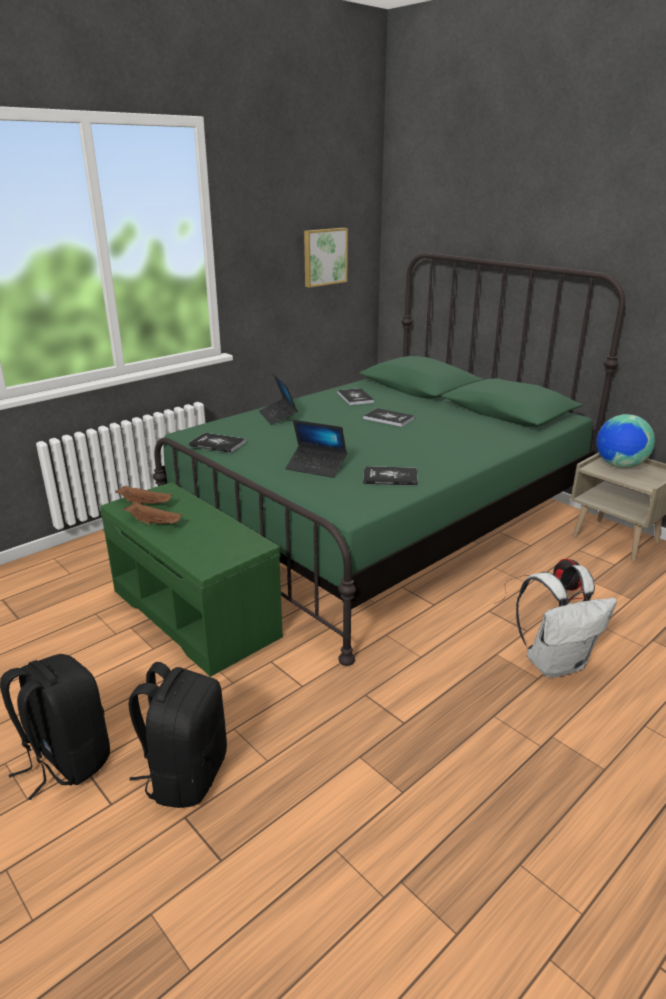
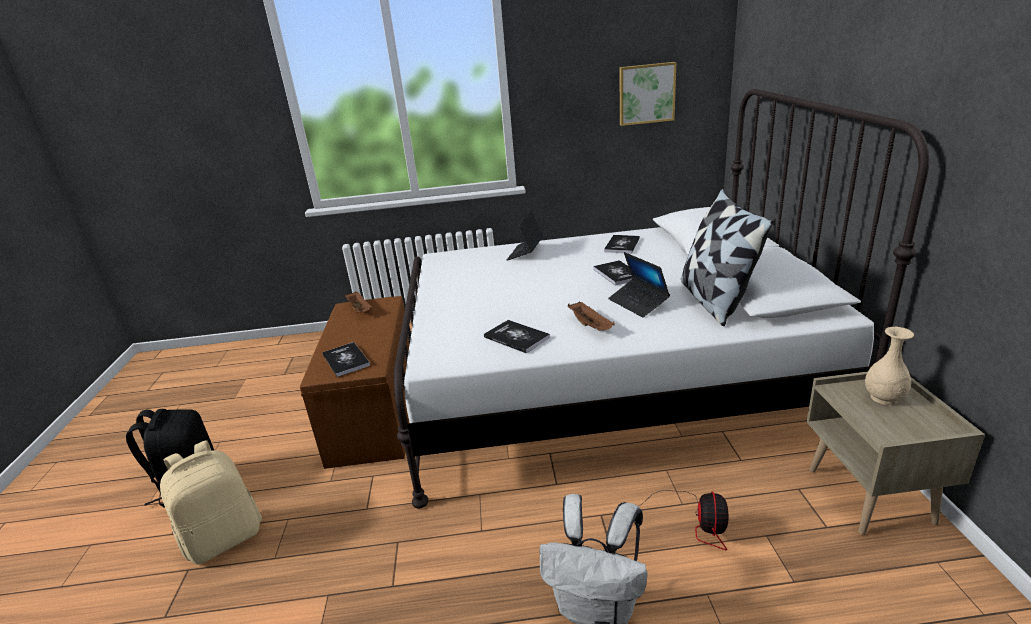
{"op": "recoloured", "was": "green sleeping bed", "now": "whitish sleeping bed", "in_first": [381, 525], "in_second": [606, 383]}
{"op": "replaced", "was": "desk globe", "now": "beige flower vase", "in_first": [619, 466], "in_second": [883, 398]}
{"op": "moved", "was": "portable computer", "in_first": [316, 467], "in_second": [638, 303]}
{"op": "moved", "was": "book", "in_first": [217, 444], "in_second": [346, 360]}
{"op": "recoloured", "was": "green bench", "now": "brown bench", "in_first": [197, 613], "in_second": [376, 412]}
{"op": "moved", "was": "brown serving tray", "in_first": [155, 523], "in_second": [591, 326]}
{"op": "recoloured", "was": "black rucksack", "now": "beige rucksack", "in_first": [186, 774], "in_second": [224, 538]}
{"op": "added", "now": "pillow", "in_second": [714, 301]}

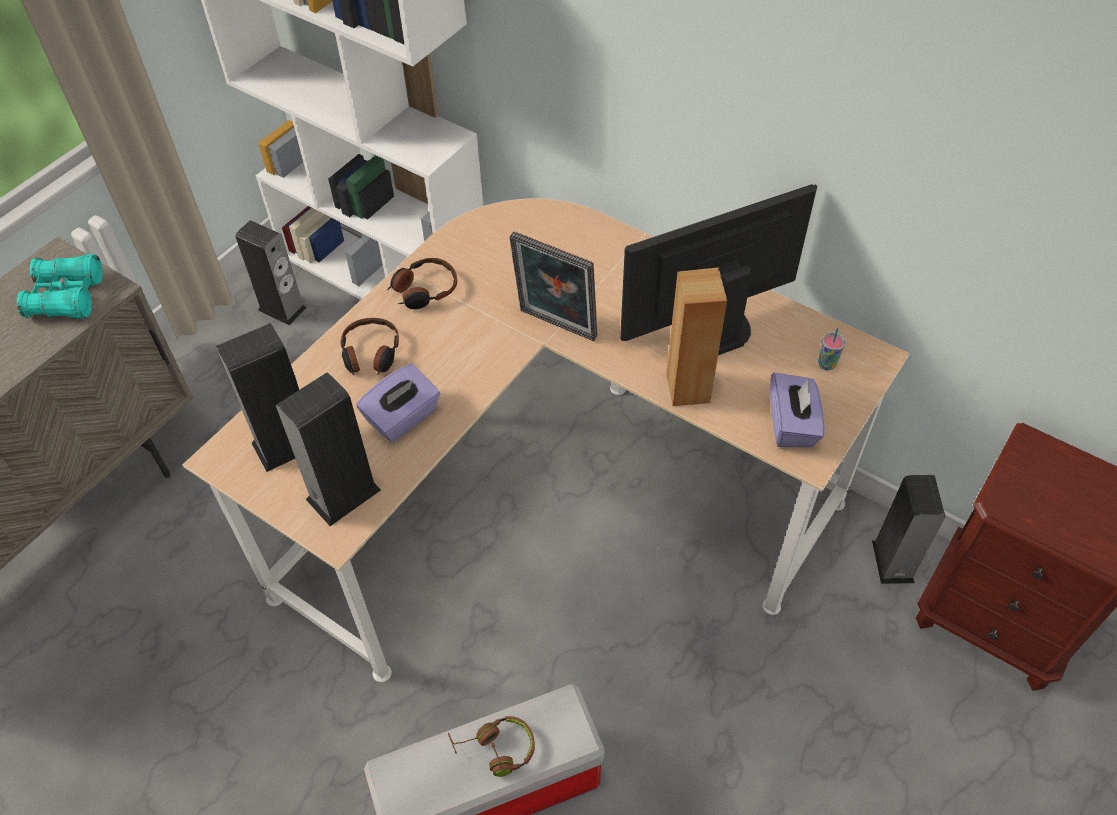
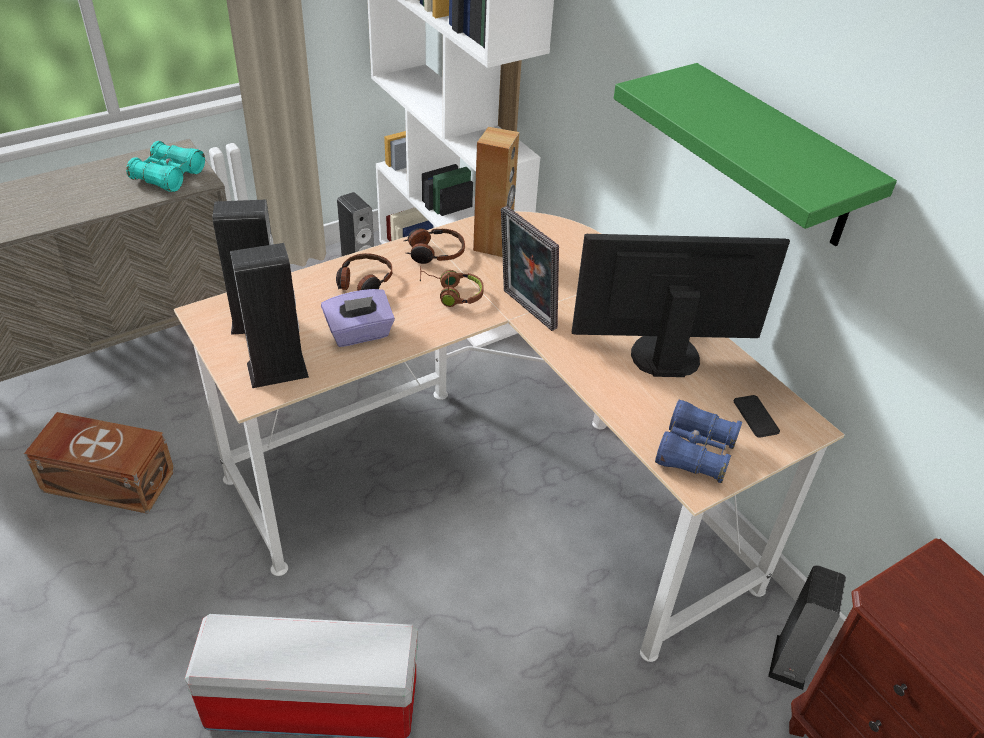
{"op": "moved", "was": "brown speaker", "in_first": [688, 388], "in_second": [493, 244]}
{"op": "replaced", "was": "small cup", "now": "phone", "in_first": [826, 364], "in_second": [756, 416]}
{"op": "replaced", "was": "purplish tissue holder", "now": "bluish field glasses", "in_first": [792, 424], "in_second": [695, 452]}
{"op": "moved", "was": "brown headphones", "in_first": [495, 749], "in_second": [451, 293]}
{"op": "added", "now": "green shelf", "in_second": [776, 157]}
{"op": "added", "now": "brown storage bin", "in_second": [108, 479]}

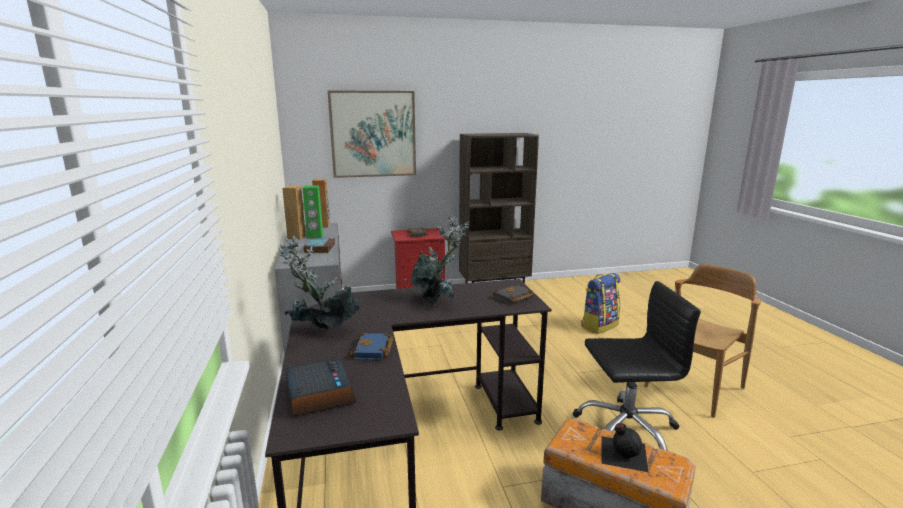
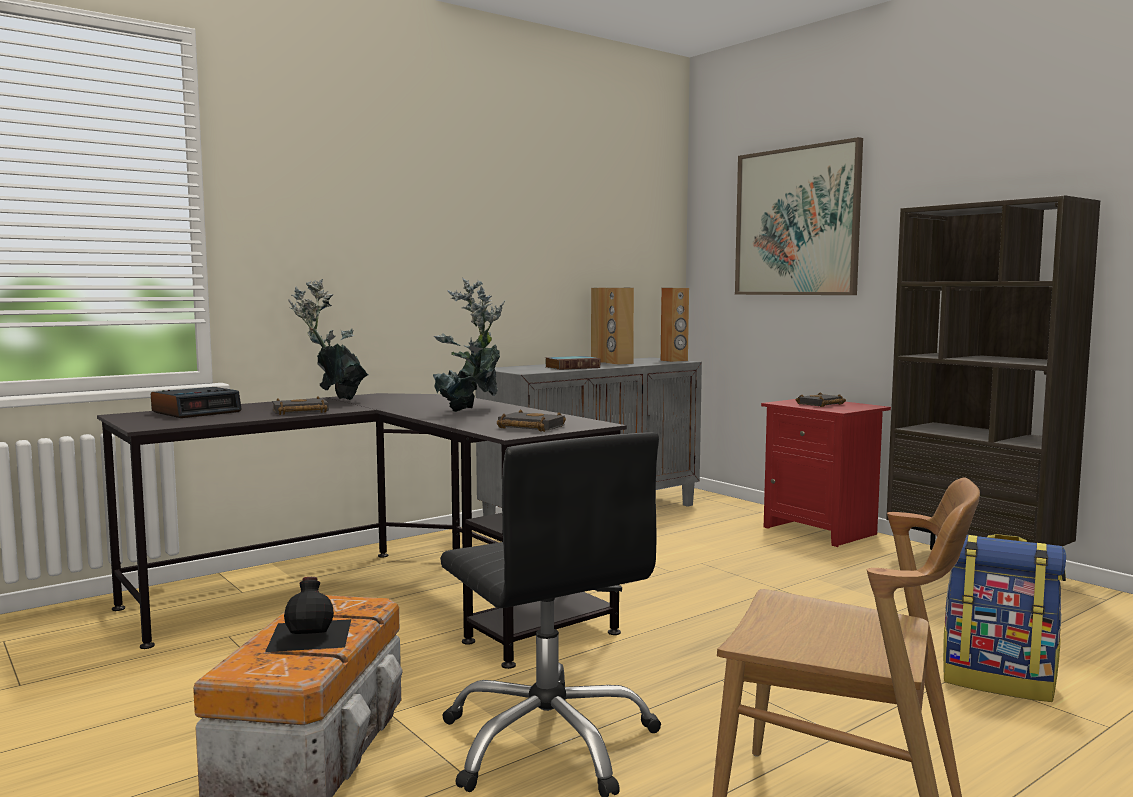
{"op": "recoloured", "was": "green speaker", "now": "brown speaker", "in_first": [315, 236], "in_second": [619, 363]}
{"op": "recoloured", "was": "bluish book", "now": "black book", "in_first": [373, 350], "in_second": [299, 412]}

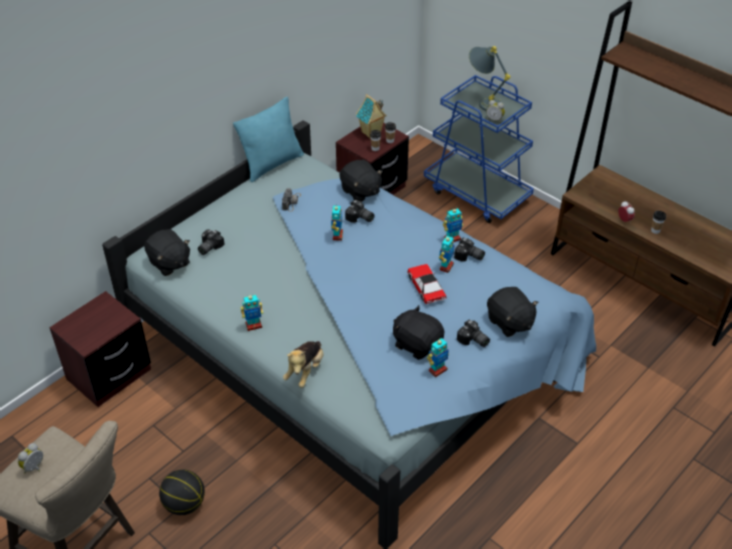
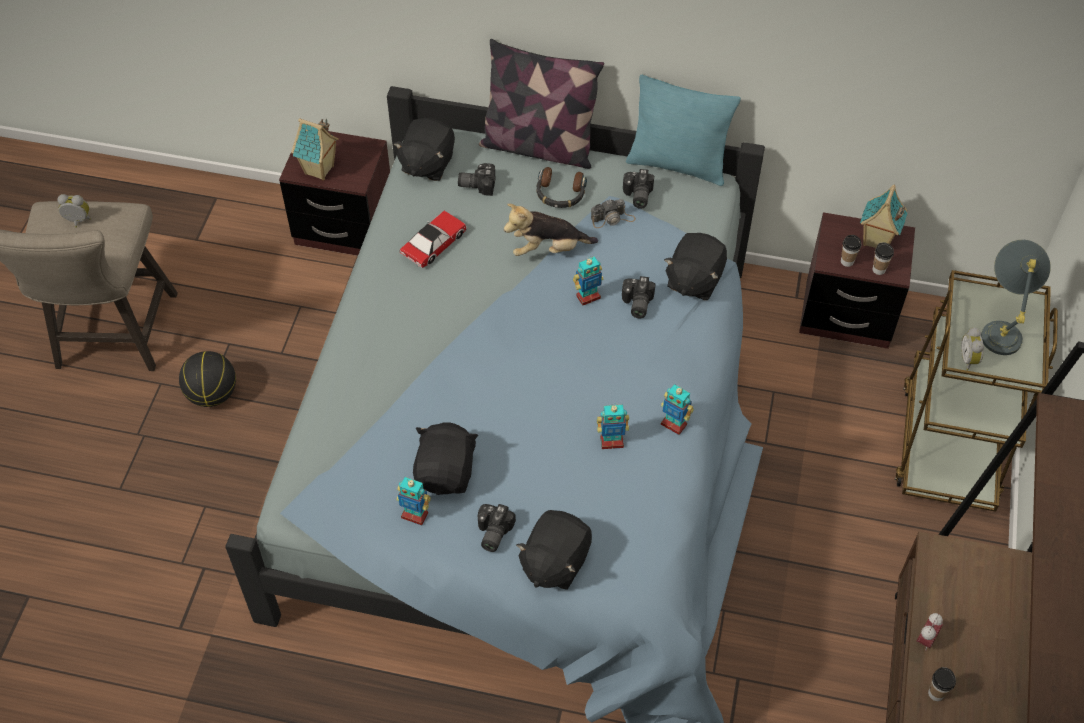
{"op": "recoloured", "was": "bluish wheeled cart", "now": "brown wheeled cart", "in_first": [477, 193], "in_second": [949, 442]}
{"op": "moved", "was": "still camera", "in_first": [469, 257], "in_second": [636, 196]}
{"op": "moved", "was": "model car", "in_first": [426, 287], "in_second": [434, 244]}
{"op": "removed", "was": "toy robot", "in_first": [253, 325]}
{"op": "moved", "was": "soft toy", "in_first": [305, 371], "in_second": [548, 249]}
{"op": "added", "now": "pillow", "in_second": [538, 146]}
{"op": "added", "now": "model house", "in_second": [320, 170]}
{"op": "added", "now": "headphones", "in_second": [560, 193]}

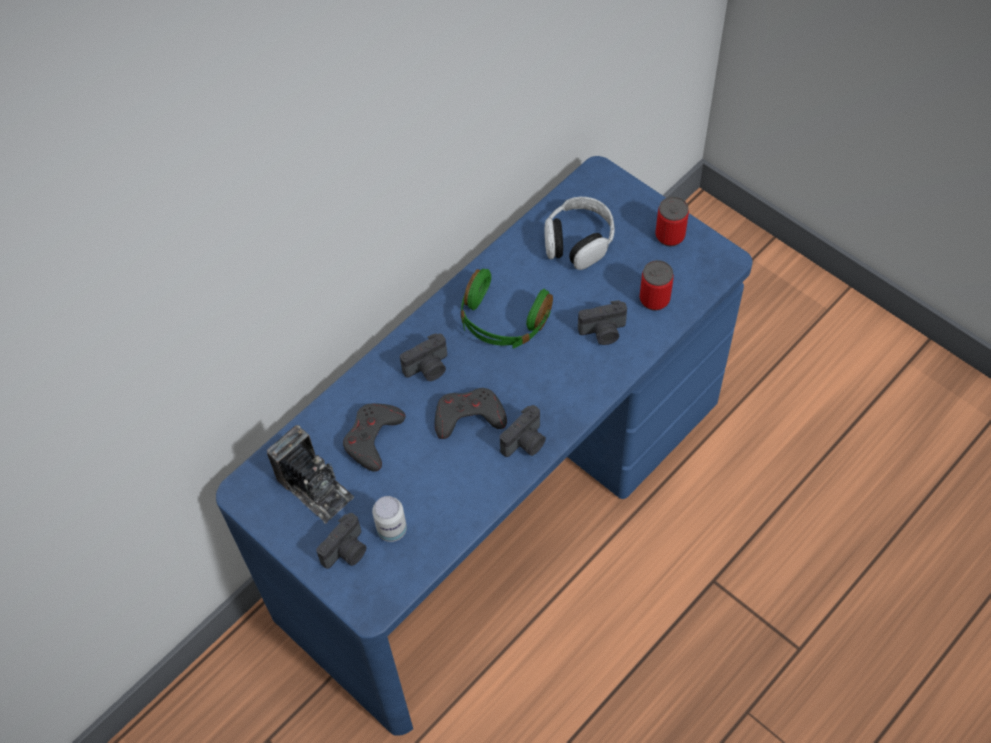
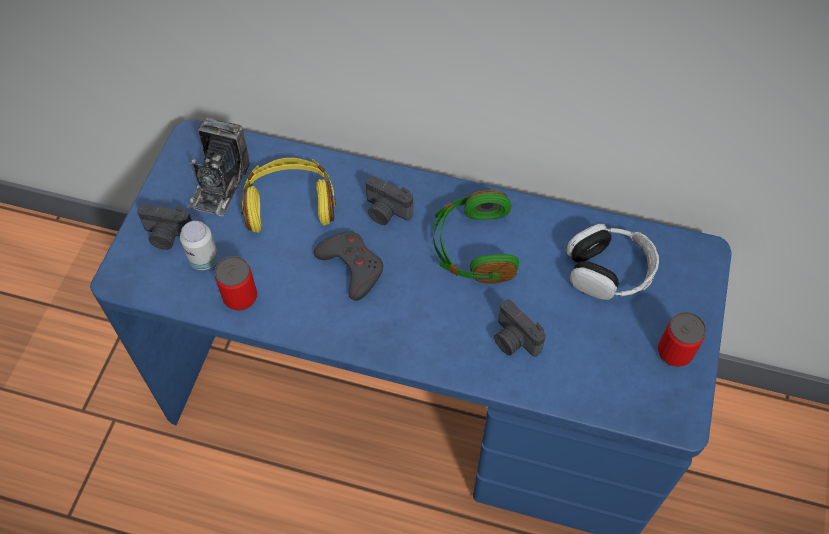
{"op": "moved", "was": "sealed can", "in_first": [654, 299], "in_second": [240, 297]}
{"op": "replaced", "was": "grey gamepad", "now": "yellow headphones", "in_first": [373, 438], "in_second": [290, 203]}
{"op": "removed", "was": "still camera", "in_first": [525, 443]}

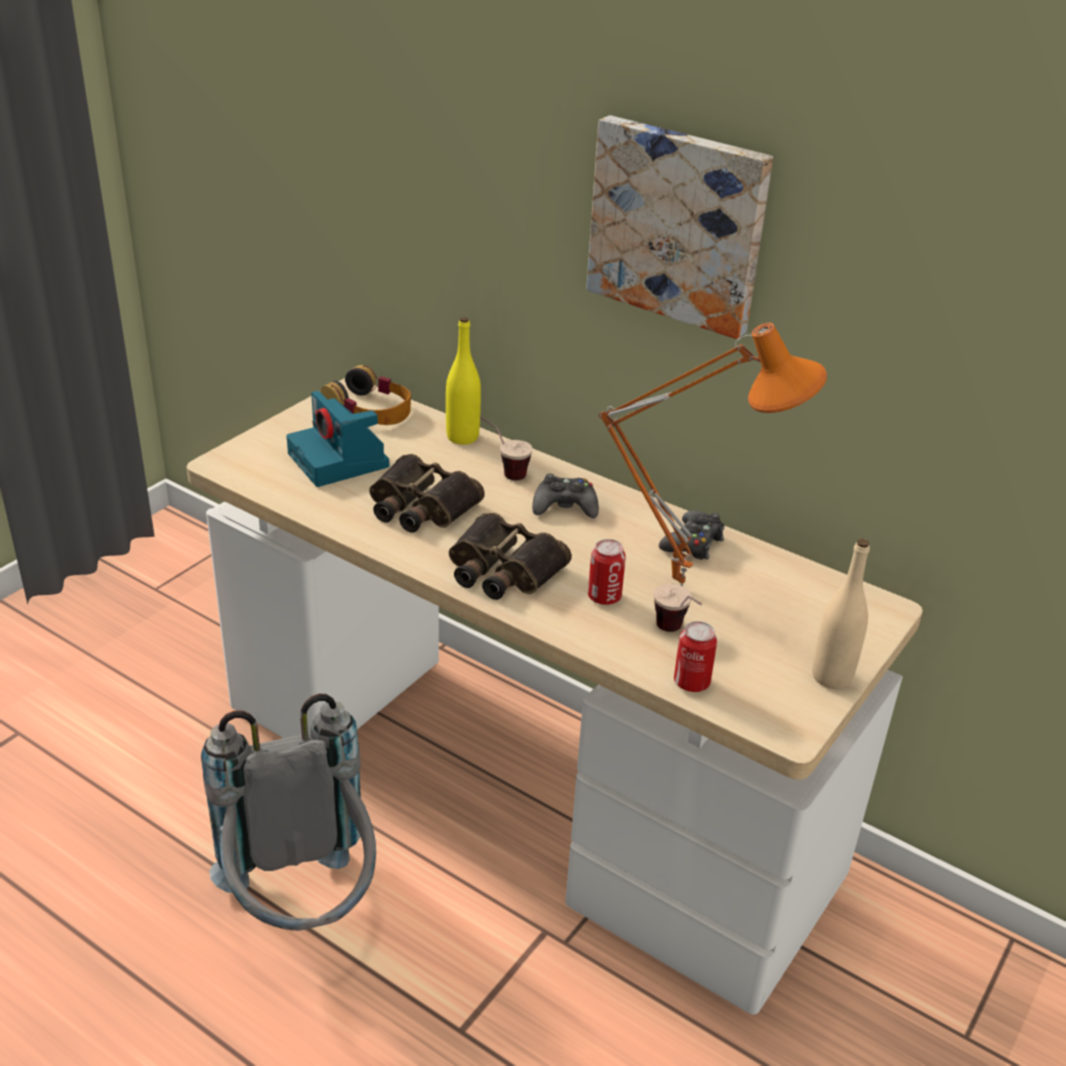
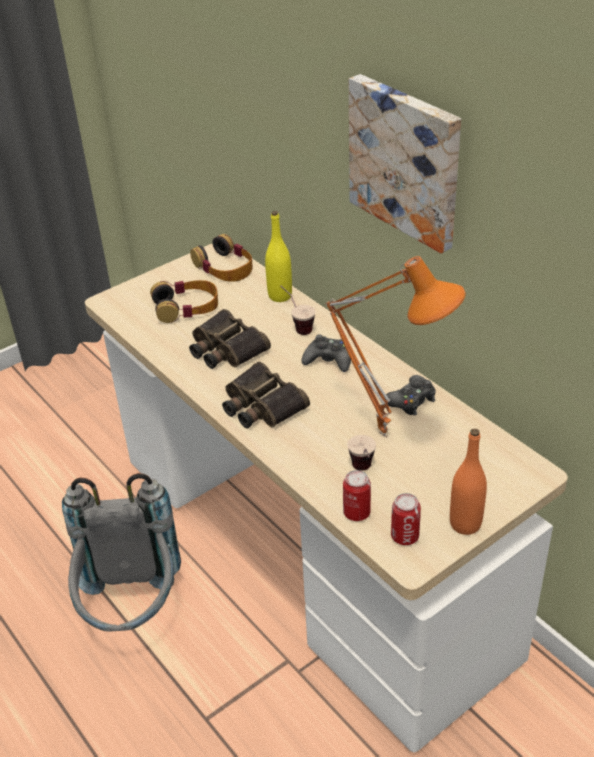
{"op": "replaced", "was": "still camera", "now": "headphones", "in_first": [340, 461], "in_second": [186, 307]}
{"op": "moved", "was": "sealed can", "in_first": [604, 597], "in_second": [405, 536]}
{"op": "recoloured", "was": "beige drink bottle", "now": "orangey drink bottle", "in_first": [831, 676], "in_second": [465, 524]}

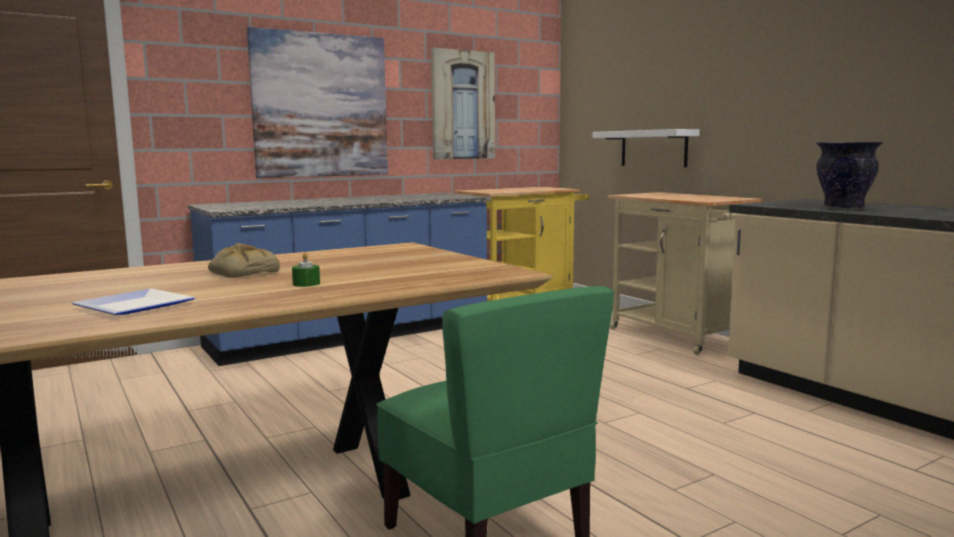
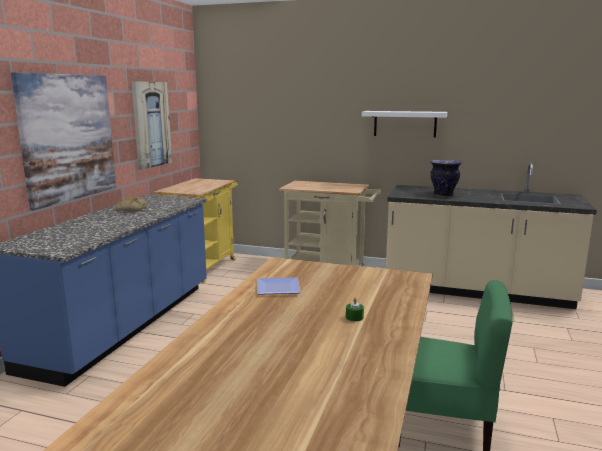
{"op": "moved", "was": "whitish shelf", "in_first": [653, 148], "in_second": [405, 124]}
{"op": "moved", "was": "baked bread", "in_first": [242, 272], "in_second": [130, 209]}
{"op": "moved", "was": "plate", "in_first": [136, 305], "in_second": [276, 288]}

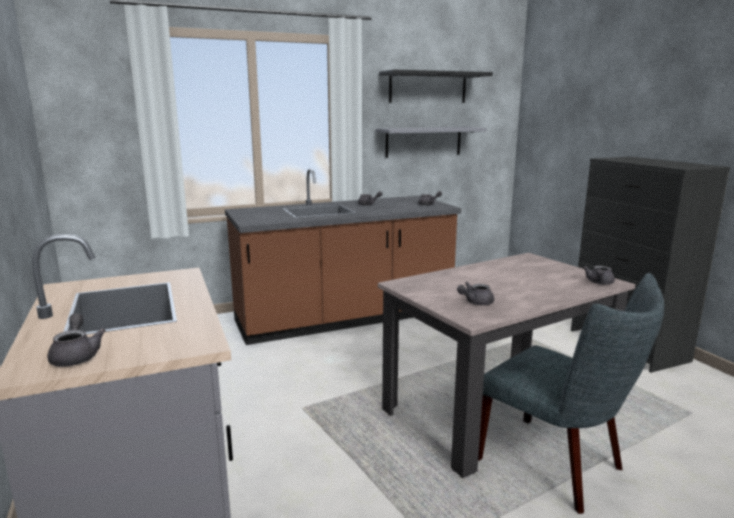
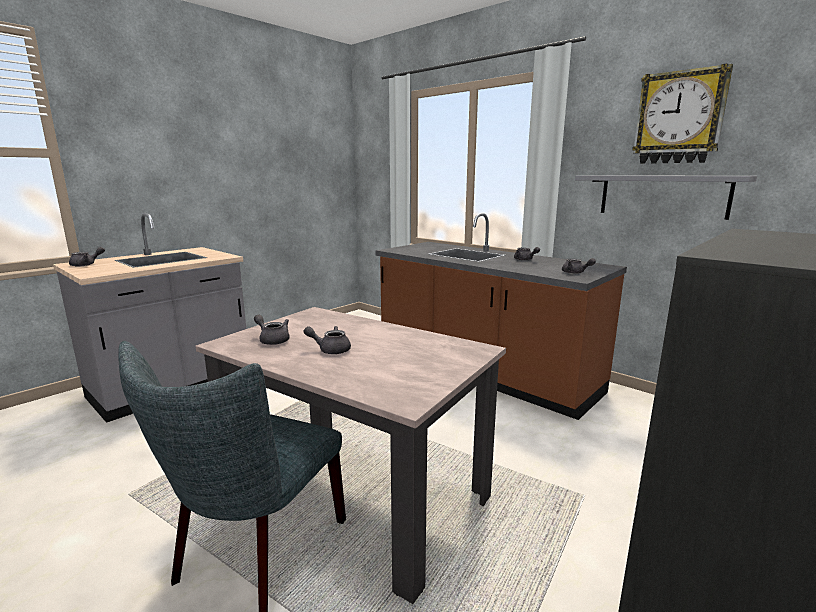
{"op": "replaced", "was": "black shelf", "now": "hanging clock", "in_first": [428, 87], "in_second": [679, 118]}
{"op": "moved", "was": "grey pot for tea", "in_first": [599, 283], "in_second": [330, 350]}

